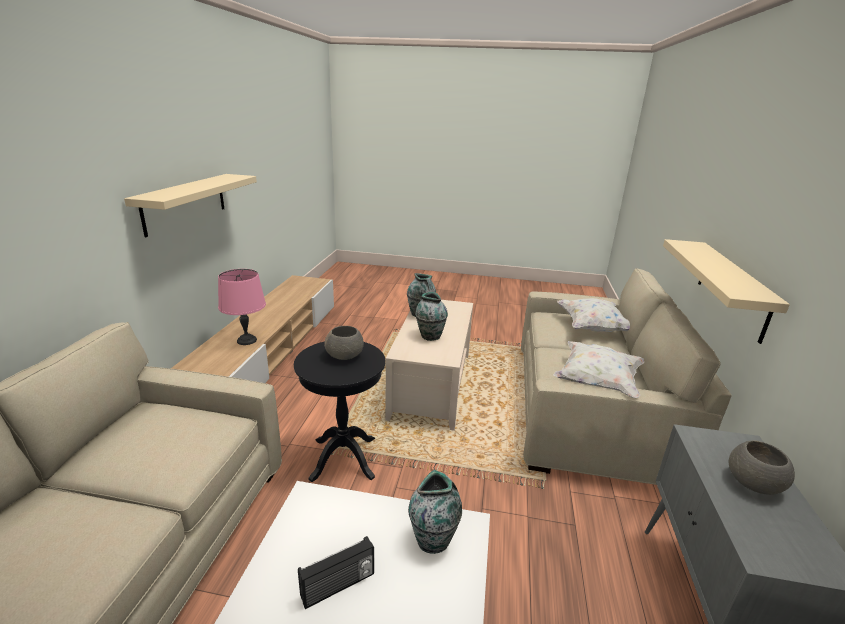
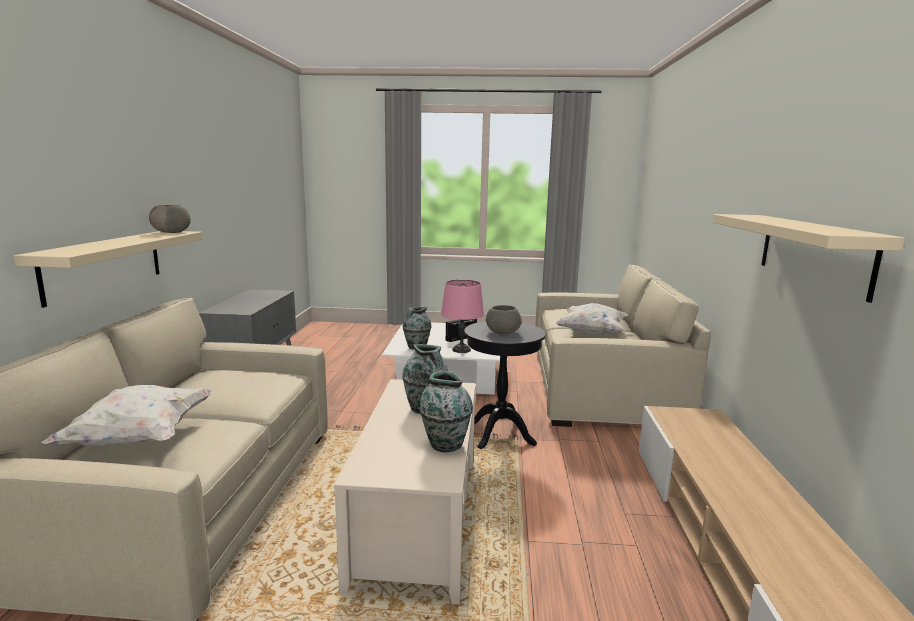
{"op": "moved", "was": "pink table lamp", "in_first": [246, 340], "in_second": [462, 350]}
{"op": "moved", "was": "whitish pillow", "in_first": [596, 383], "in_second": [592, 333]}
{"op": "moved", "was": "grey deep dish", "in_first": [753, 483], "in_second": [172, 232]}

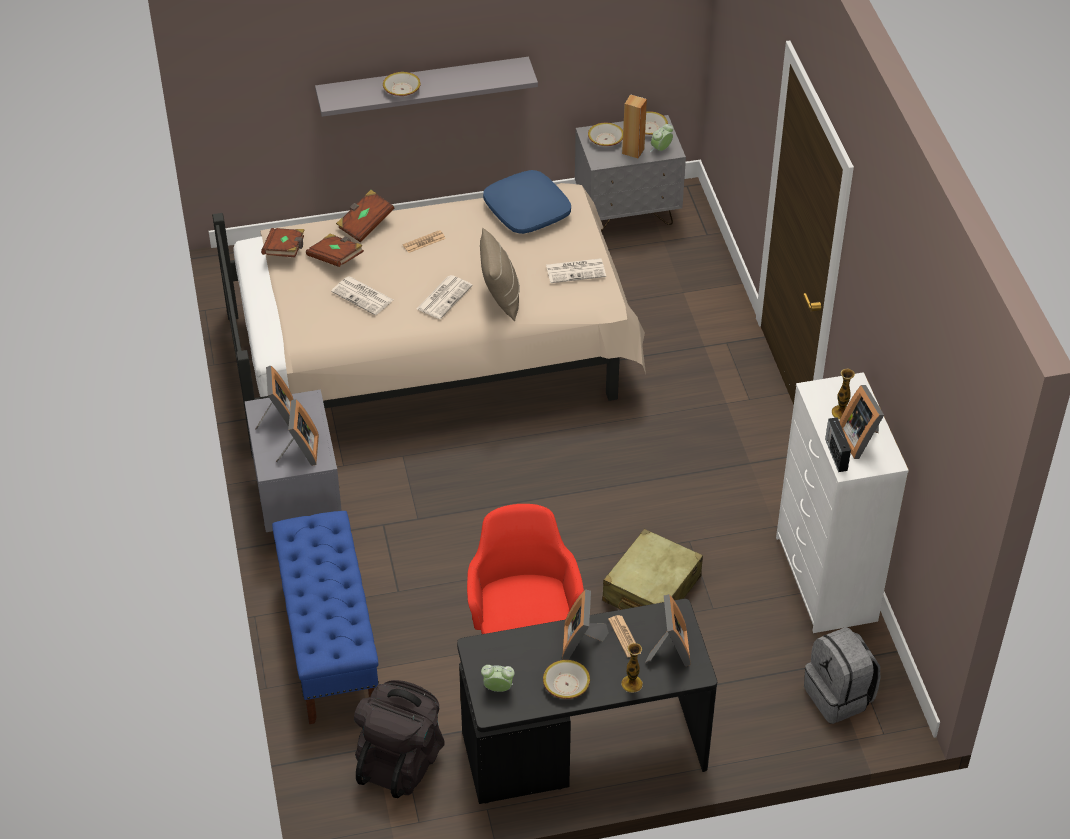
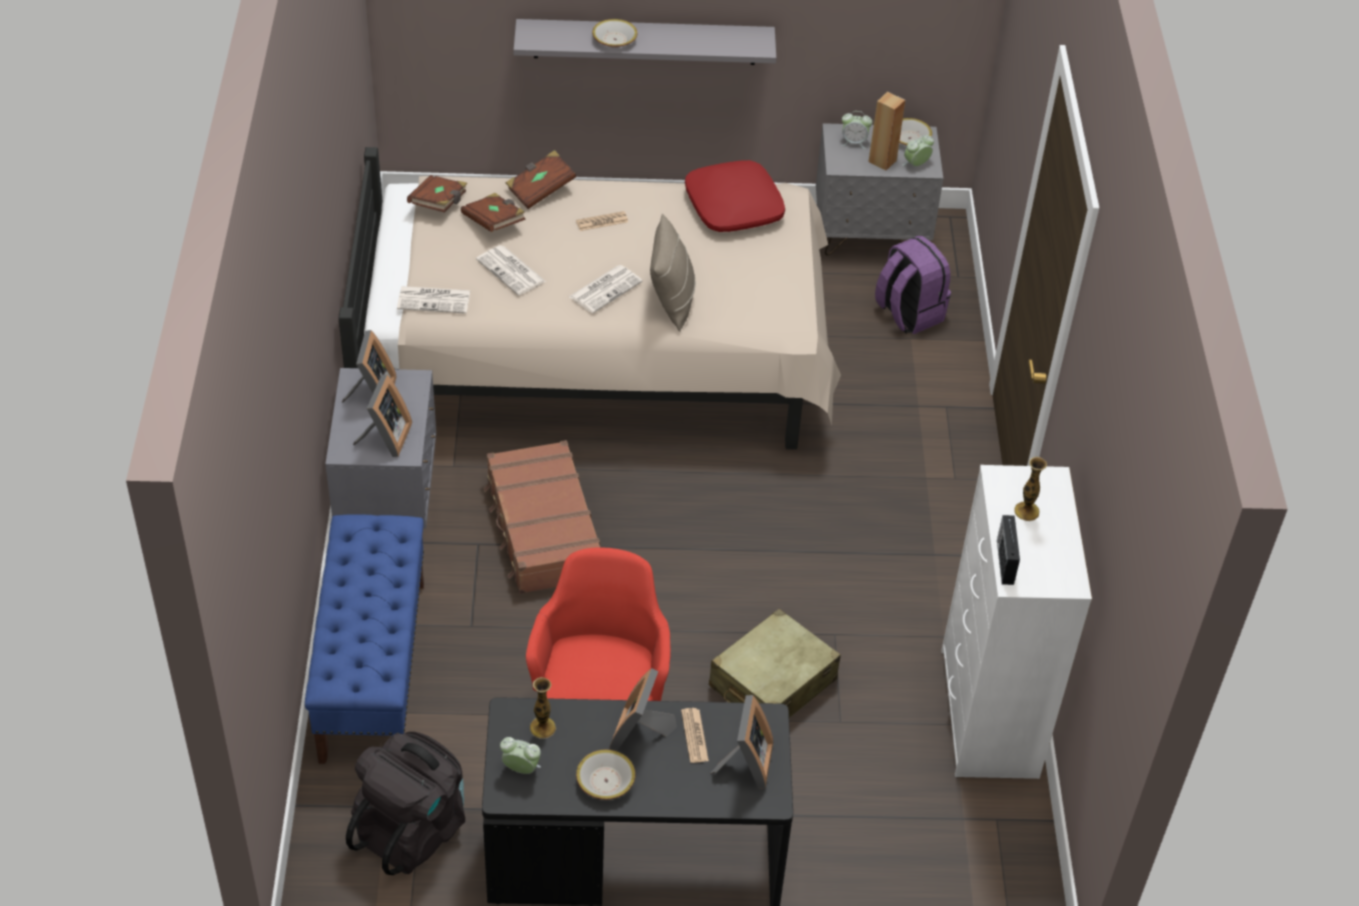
{"op": "replaced", "was": "deep dish", "now": "bedside clock", "in_first": [606, 139], "in_second": [854, 142]}
{"op": "recoloured", "was": "bluish pillow", "now": "reddish pillow", "in_first": [526, 210], "in_second": [733, 206]}
{"op": "moved", "was": "newspaper", "in_first": [576, 270], "in_second": [435, 300]}
{"op": "removed", "was": "picture frame", "in_first": [860, 439]}
{"op": "removed", "was": "grey rucksack", "in_first": [839, 696]}
{"op": "moved", "was": "flower vase", "in_first": [631, 684], "in_second": [542, 727]}
{"op": "added", "now": "purplish rucksack", "in_second": [908, 313]}
{"op": "added", "now": "brown piece of luggage", "in_second": [542, 530]}

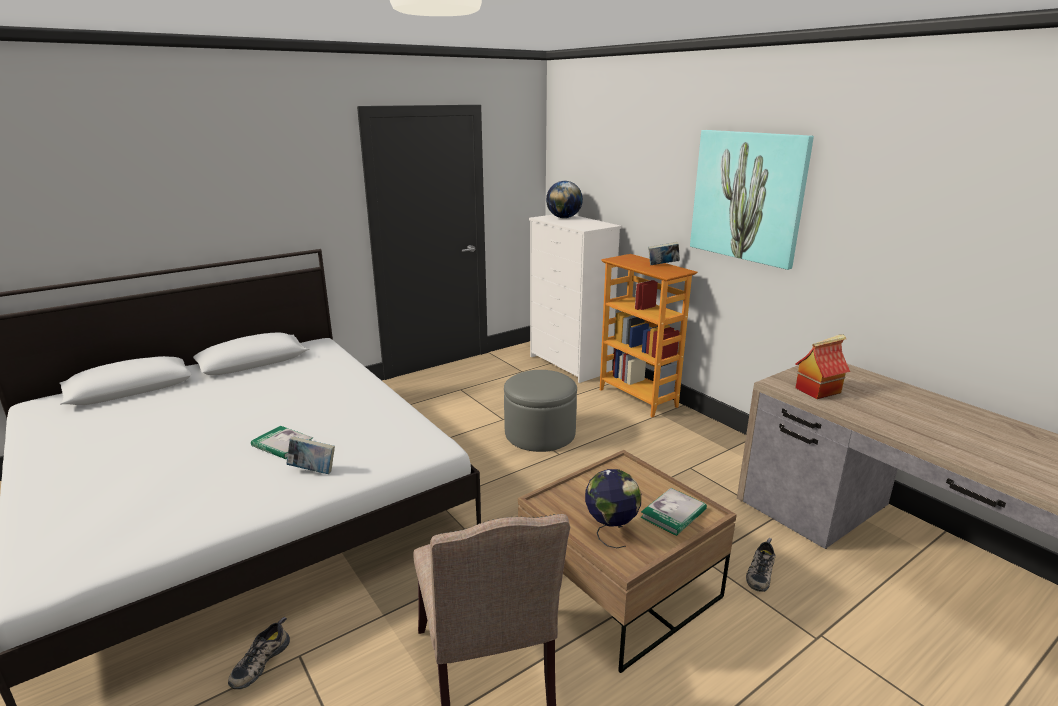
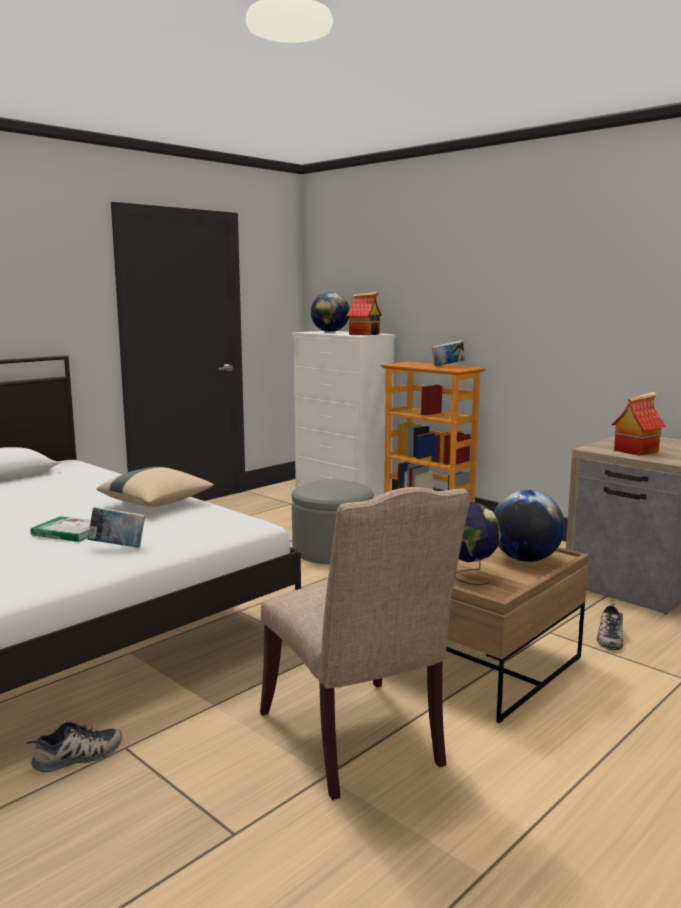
{"op": "removed", "was": "picture", "in_first": [748, 196]}
{"op": "replaced", "was": "book", "now": "desk globe", "in_first": [673, 513], "in_second": [525, 559]}
{"op": "turned", "was": "shoe", "in_first": [259, 661], "in_second": [77, 757], "clockwise": -135}
{"op": "added", "now": "model house", "in_second": [365, 334]}
{"op": "added", "now": "beige pillow", "in_second": [157, 503]}

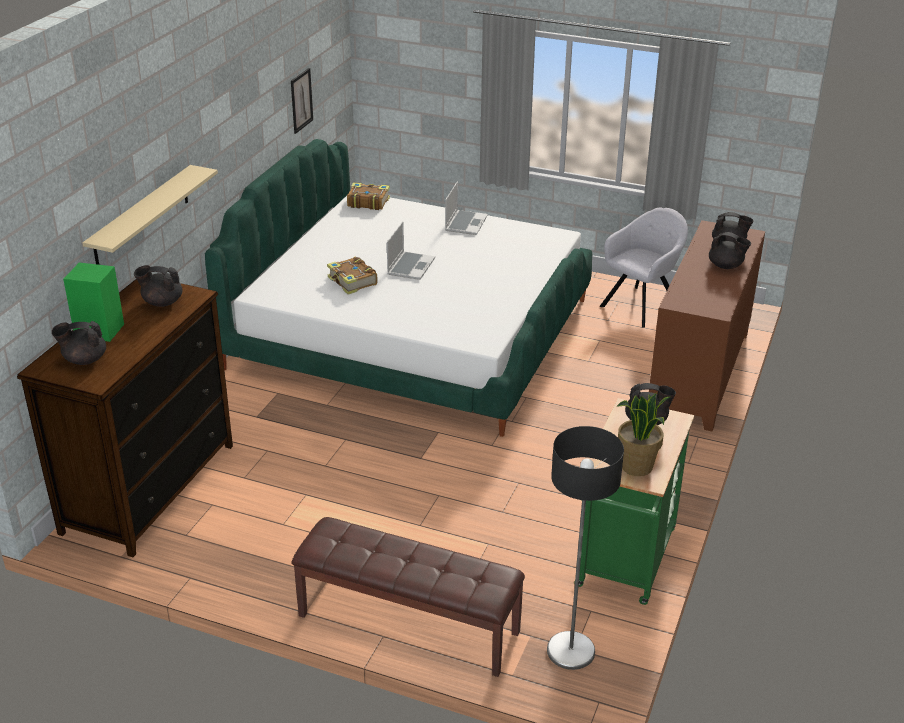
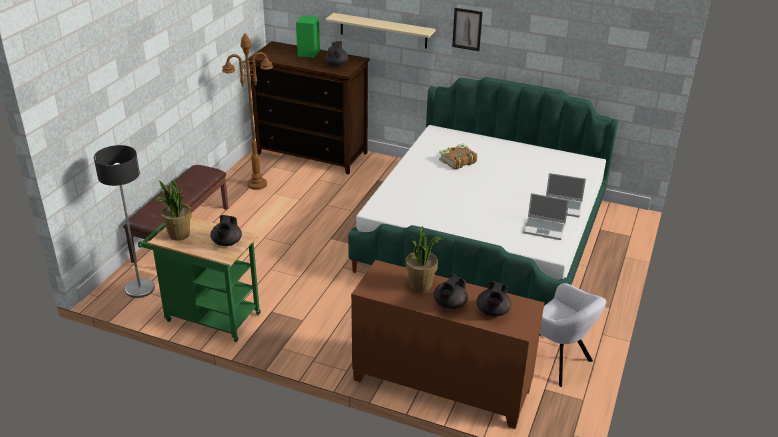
{"op": "moved", "was": "picture", "in_first": [301, 100], "in_second": [467, 29]}
{"op": "removed", "was": "book", "in_first": [367, 202]}
{"op": "moved", "was": "portable computer", "in_first": [410, 266], "in_second": [544, 229]}
{"op": "removed", "was": "black pot for tea", "in_first": [84, 360]}
{"op": "added", "now": "brown standing lamp", "in_second": [257, 184]}
{"op": "added", "now": "plant in a pot", "in_second": [421, 285]}

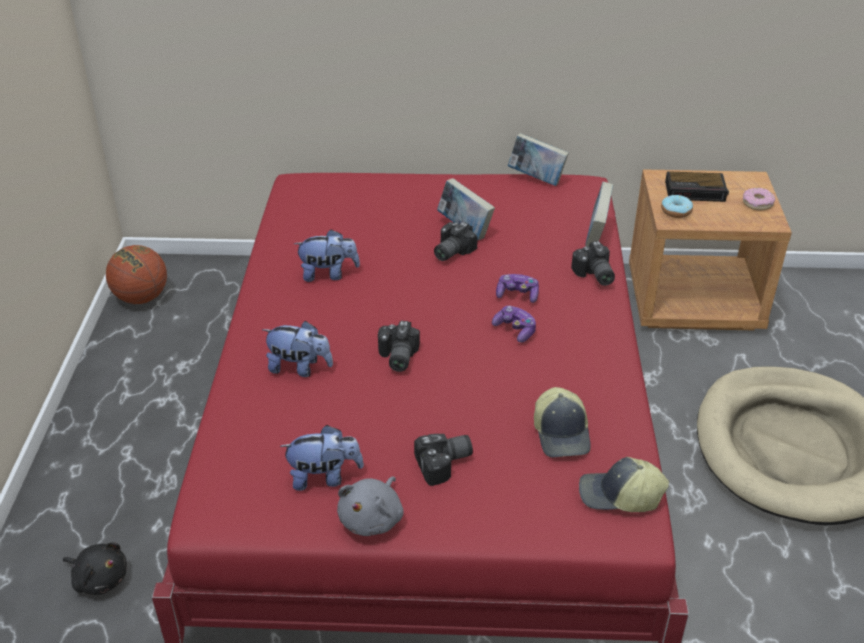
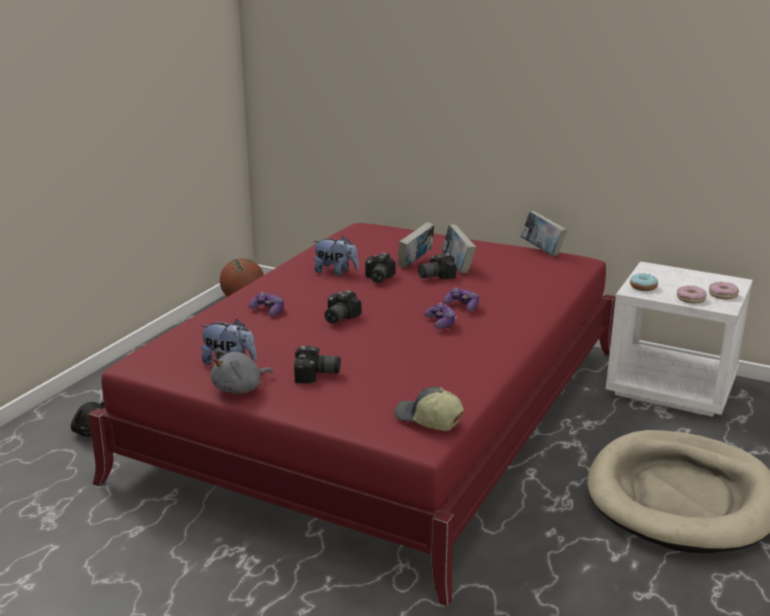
{"op": "recoloured", "was": "brown night table", "now": "whitish night table", "in_first": [694, 300], "in_second": [672, 387]}
{"op": "removed", "was": "bedside clock", "in_first": [696, 191]}
{"op": "moved", "was": "book", "in_first": [596, 235], "in_second": [415, 262]}
{"op": "moved", "was": "still camera", "in_first": [593, 275], "in_second": [377, 278]}
{"op": "replaced", "was": "soft toy", "now": "gamepad", "in_first": [299, 368], "in_second": [268, 310]}
{"op": "removed", "was": "cap", "in_first": [562, 434]}
{"op": "added", "now": "donut", "in_second": [690, 299]}

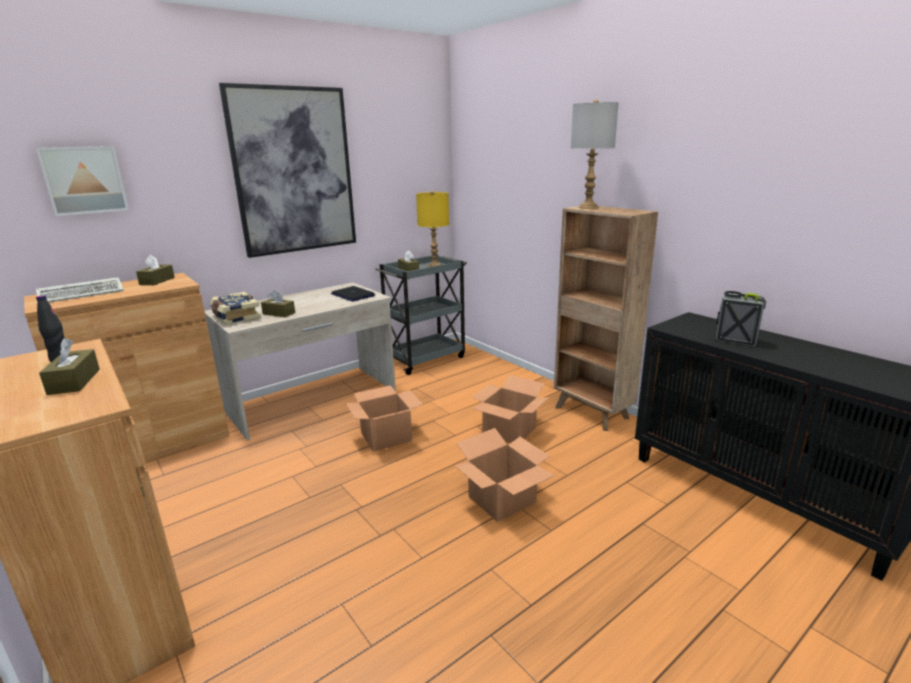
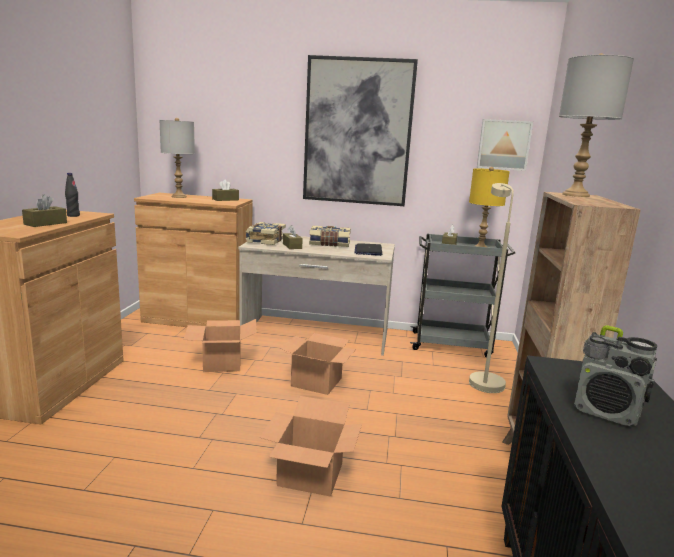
{"op": "moved", "was": "picture", "in_first": [84, 180], "in_second": [503, 145]}
{"op": "replaced", "was": "computer keyboard", "now": "grey table lamp", "in_first": [84, 293], "in_second": [179, 197]}
{"op": "turned", "was": "radio set", "in_first": [735, 340], "in_second": [607, 412], "clockwise": 135}
{"op": "moved", "was": "cardboard box", "in_first": [510, 430], "in_second": [222, 363]}
{"op": "added", "now": "beige standing lamp", "in_second": [483, 380]}
{"op": "added", "now": "book", "in_second": [329, 244]}

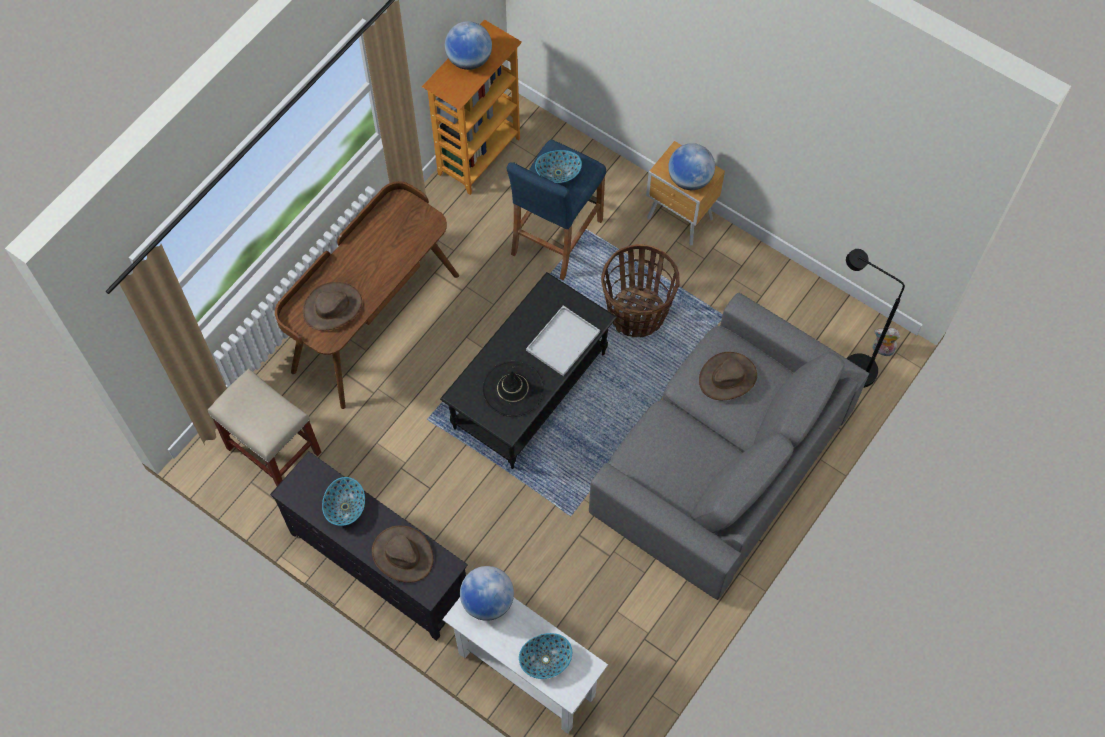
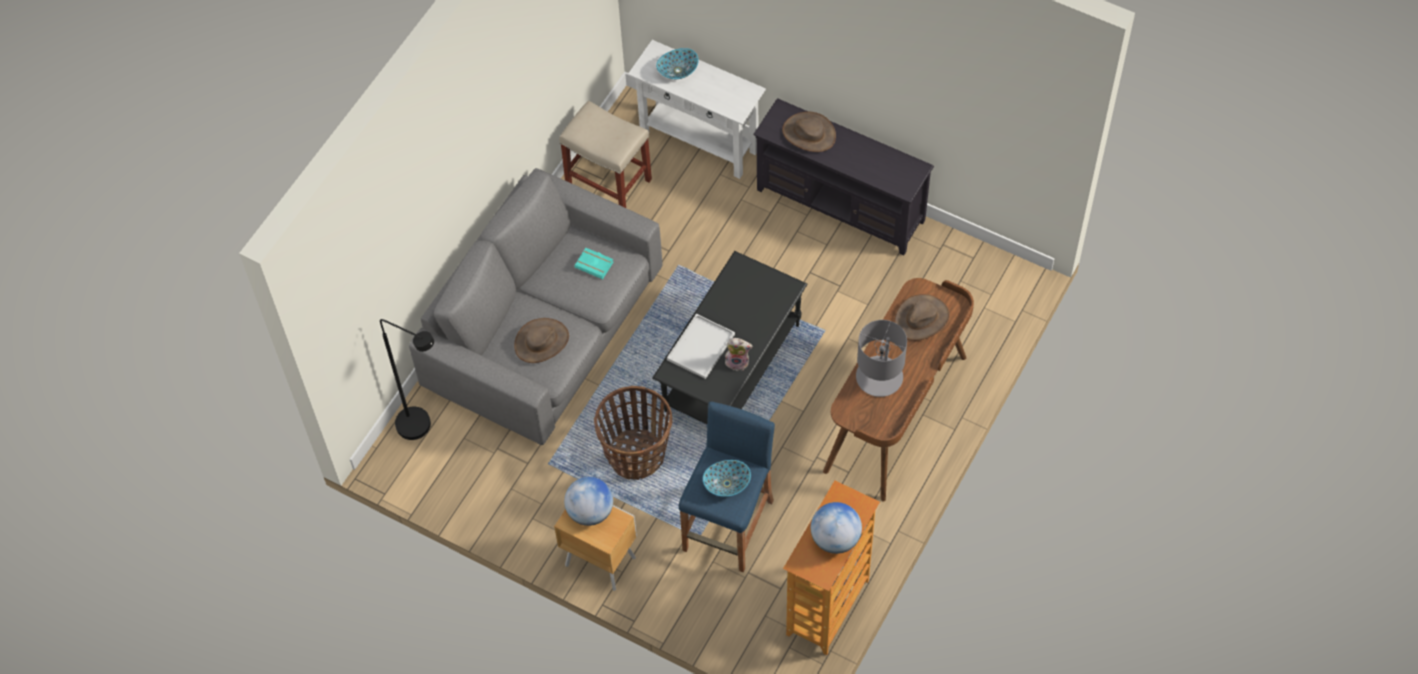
{"op": "moved", "was": "soft toy", "in_first": [882, 350], "in_second": [738, 361]}
{"op": "removed", "was": "black hat", "in_first": [512, 389]}
{"op": "moved", "was": "beige stool", "in_first": [272, 450], "in_second": [610, 183]}
{"op": "removed", "was": "deep dish", "in_first": [345, 506]}
{"op": "removed", "was": "desk globe", "in_first": [487, 601]}
{"op": "added", "now": "blue-green book", "in_second": [595, 264]}
{"op": "added", "now": "grey table lamp", "in_second": [879, 376]}

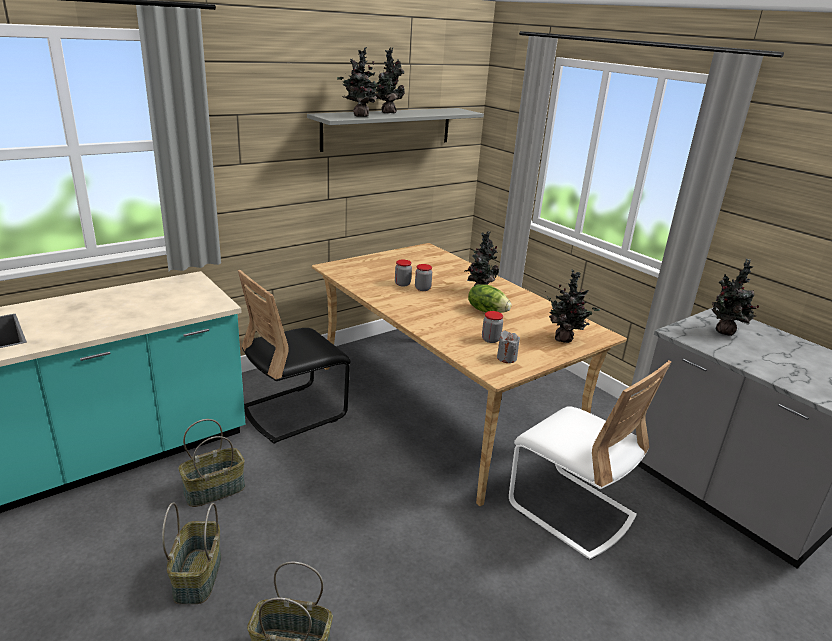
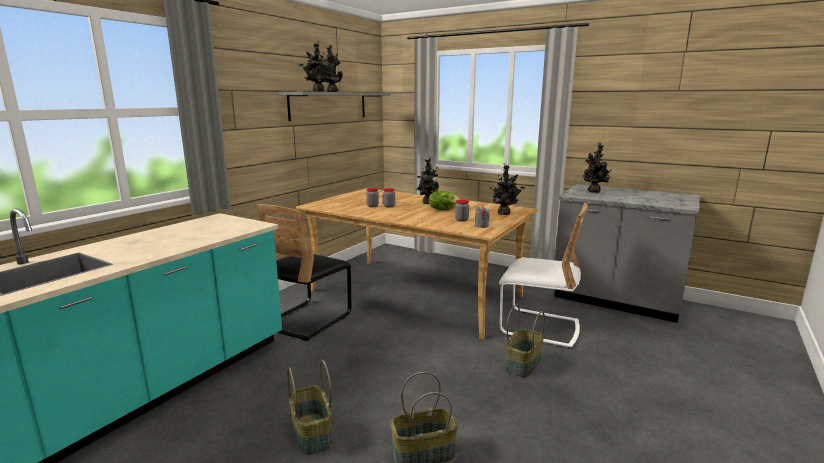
{"op": "moved", "was": "household basket", "in_first": [215, 489], "in_second": [522, 364]}

